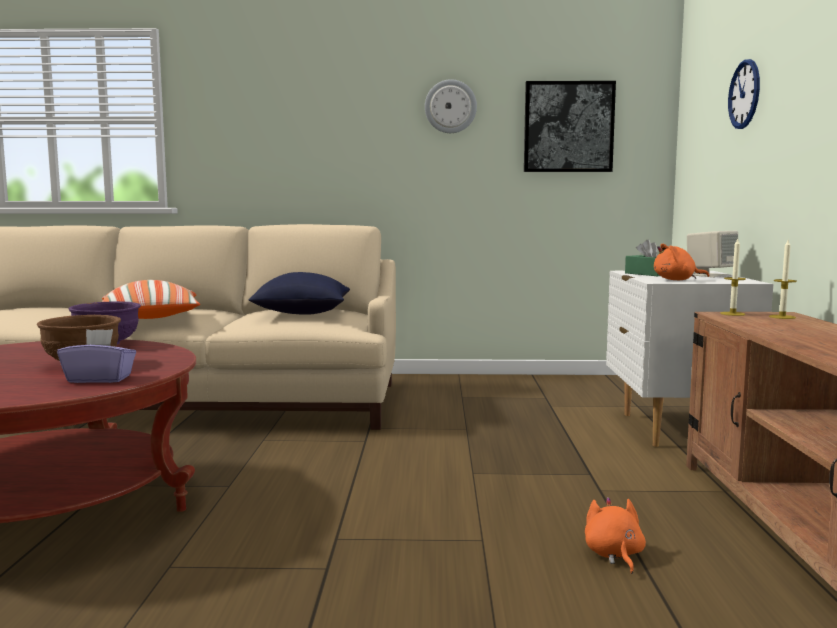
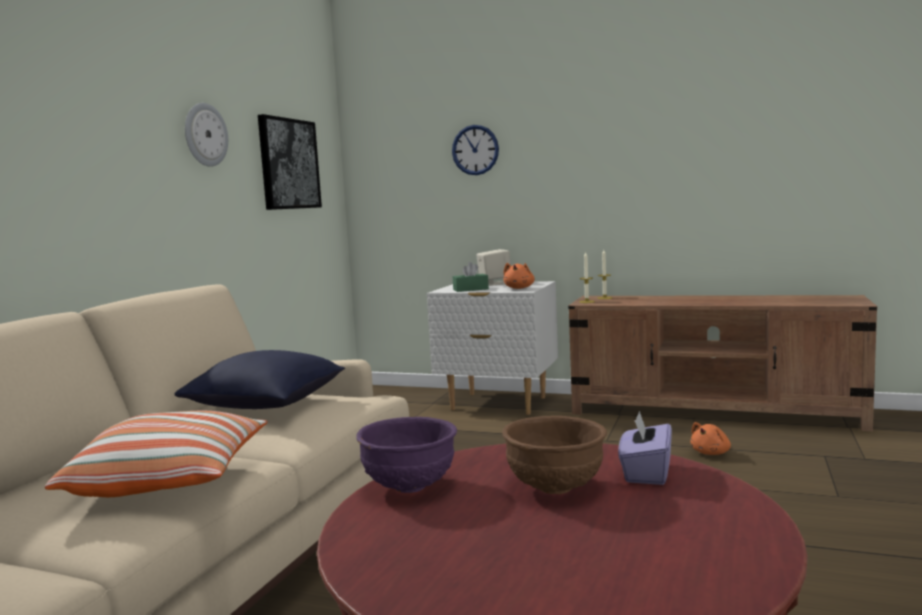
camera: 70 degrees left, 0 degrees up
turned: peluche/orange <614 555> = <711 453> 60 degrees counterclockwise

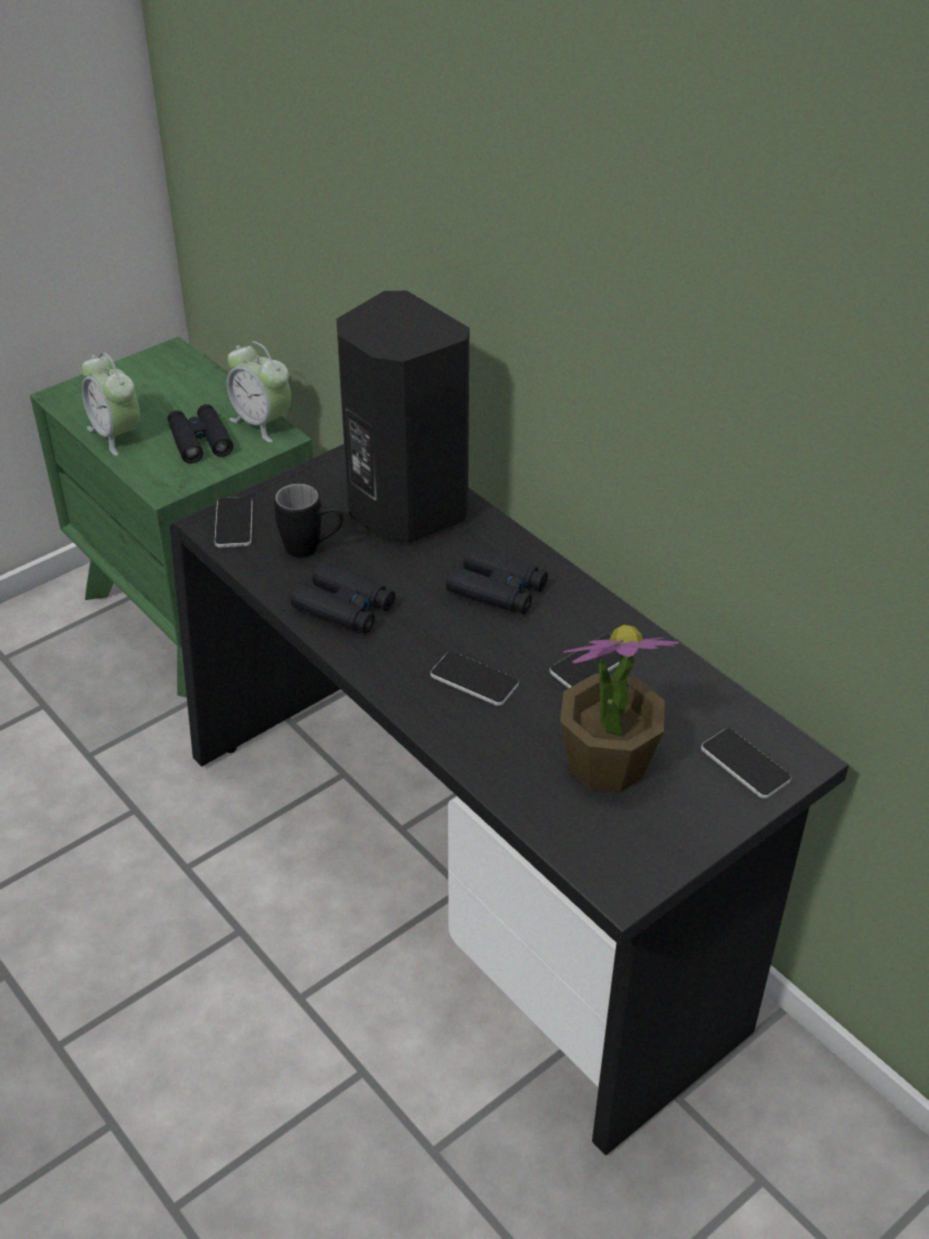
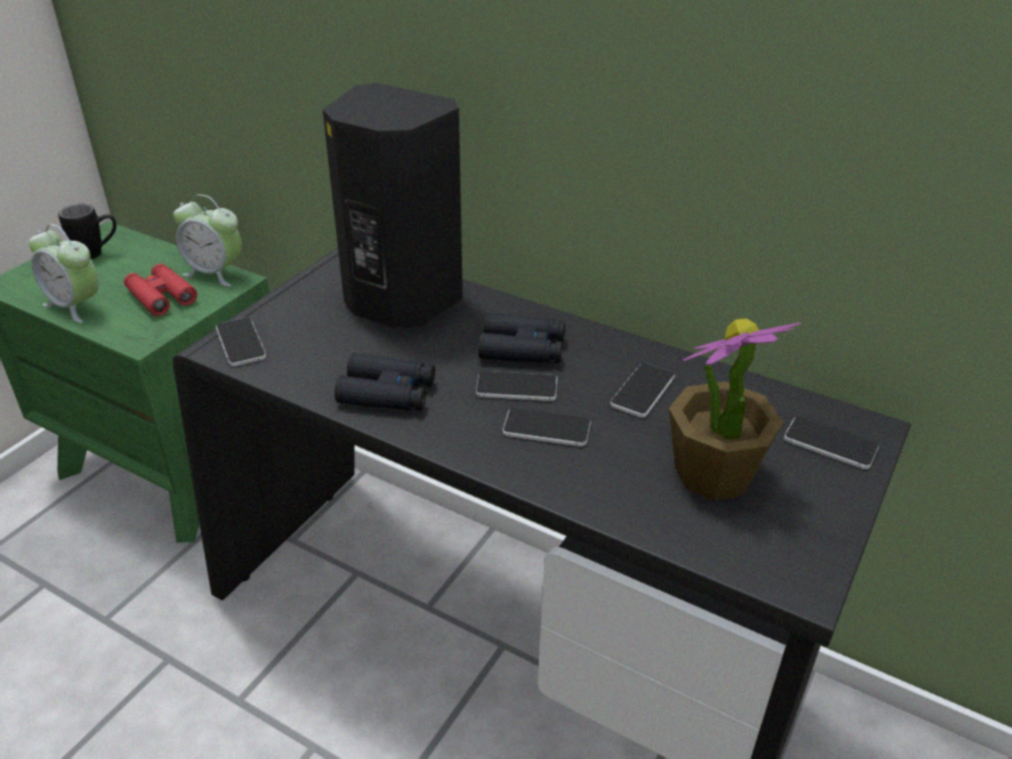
camera: 20 degrees left, 5 degrees down
added: téléphone <516 387>
moved: mug/noir <312 549> to <97 253>
recoloured: jumelles/noir <200 441> to jumelles/rouge <161 296>

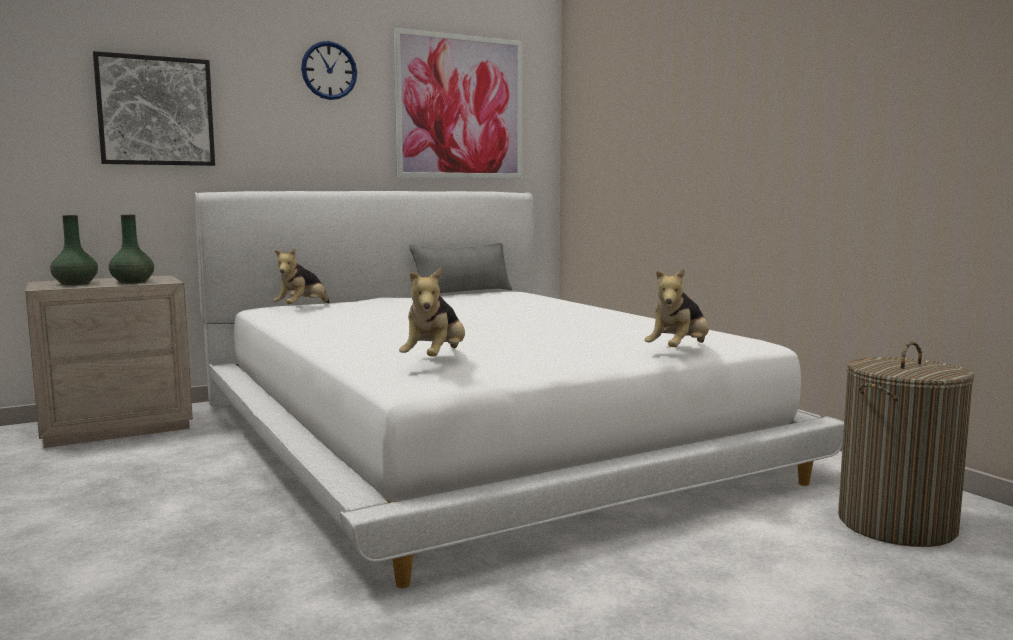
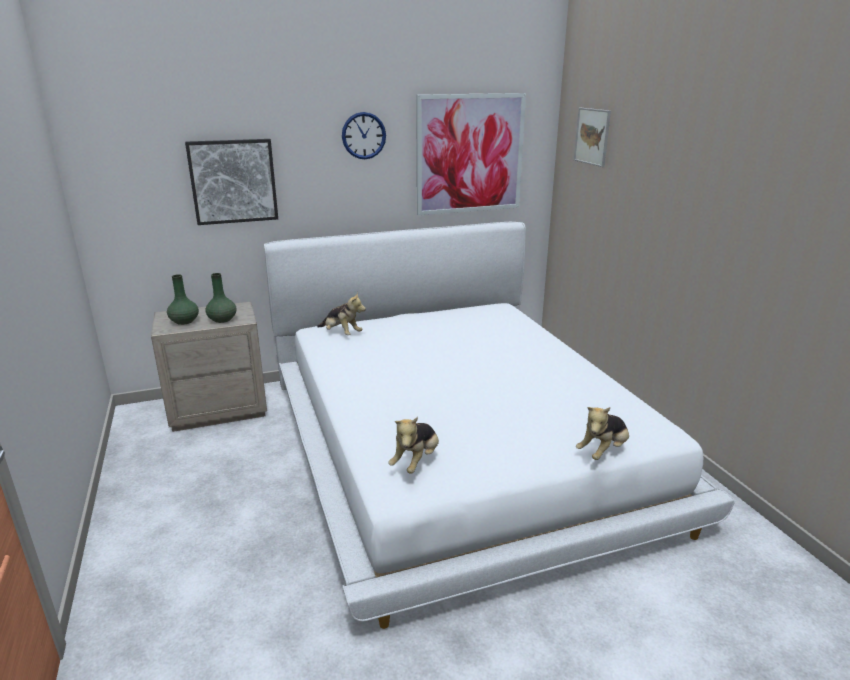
camera: 10 degrees right, 15 degrees up
removed: coussin/gris <463 293>; panier à linge <896 524>
added: tableau <592 136>
turned: peluche <302 308> = <341 333> 90 degrees counterclockwise

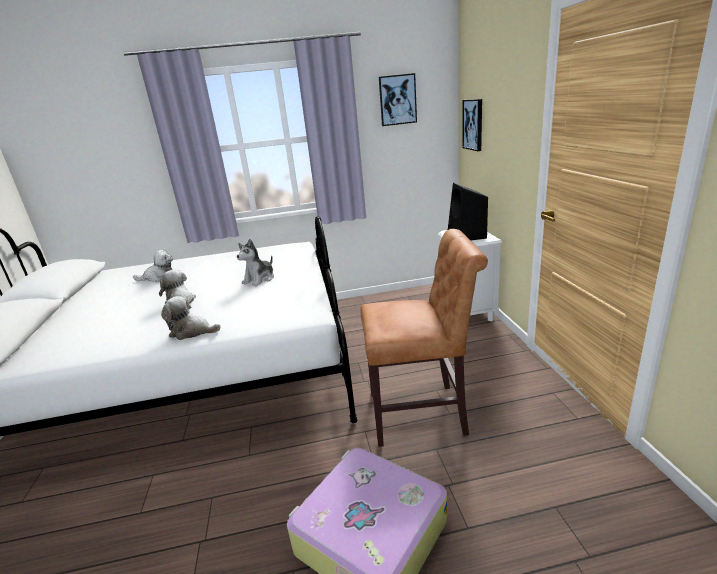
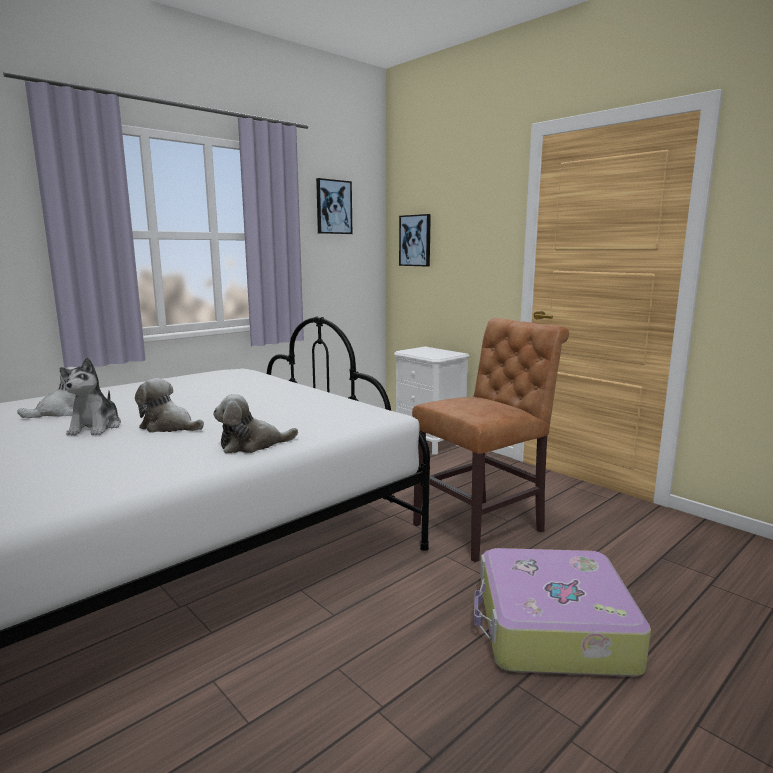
camera: 35 degrees left, 10 degrees down
removed: enceinte/noir <467 236>
moved: peluche <259 279> to <96 427>

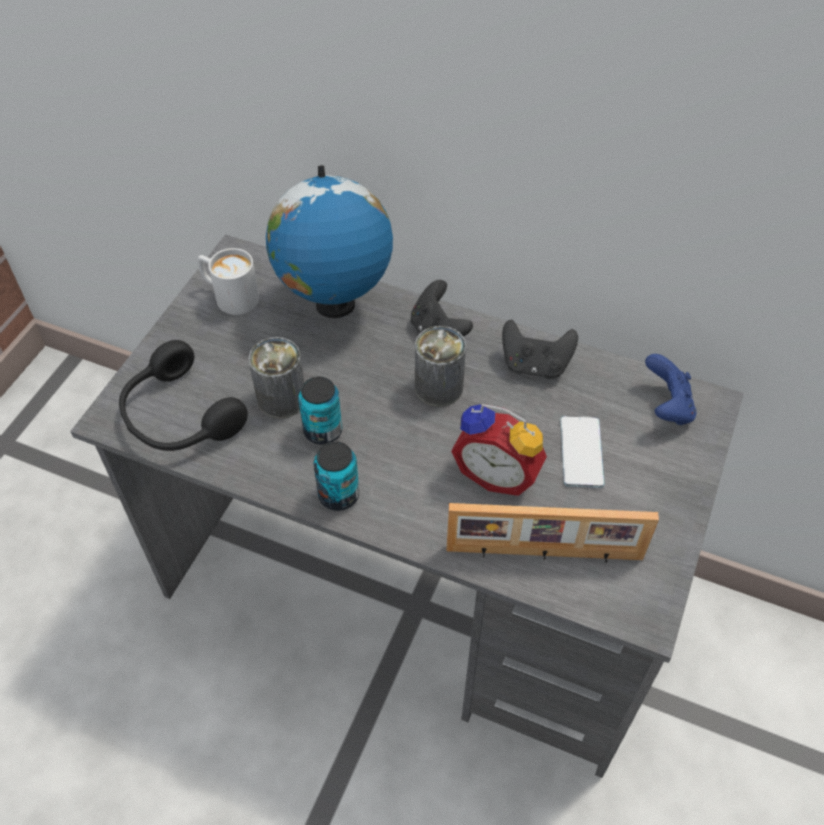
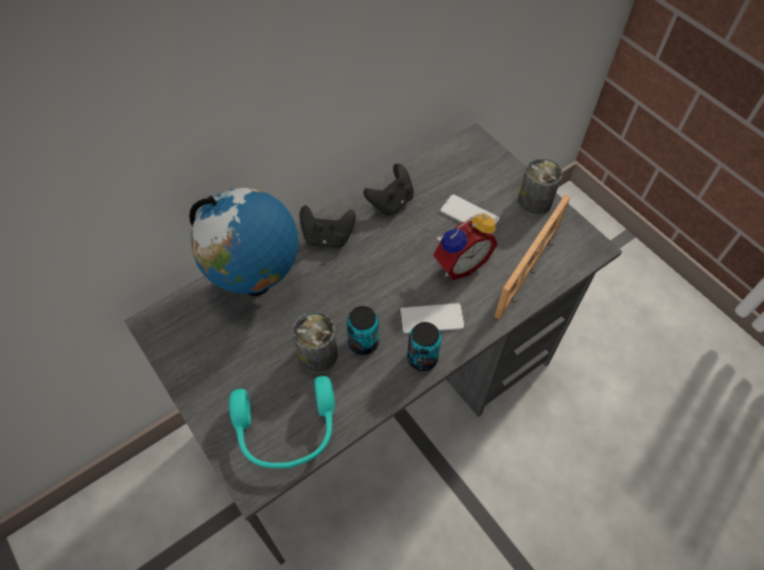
camera: 60 degrees left, 5 degrees up
removed: mug/blanc <229 296>; manette/bleu <666 407>
added: téléphone <431 318>
moved: boîte métallique <438 387> to <534 202>
recoloured: casque audio/noir <178 417> to casque audio/turquoise <286 431>

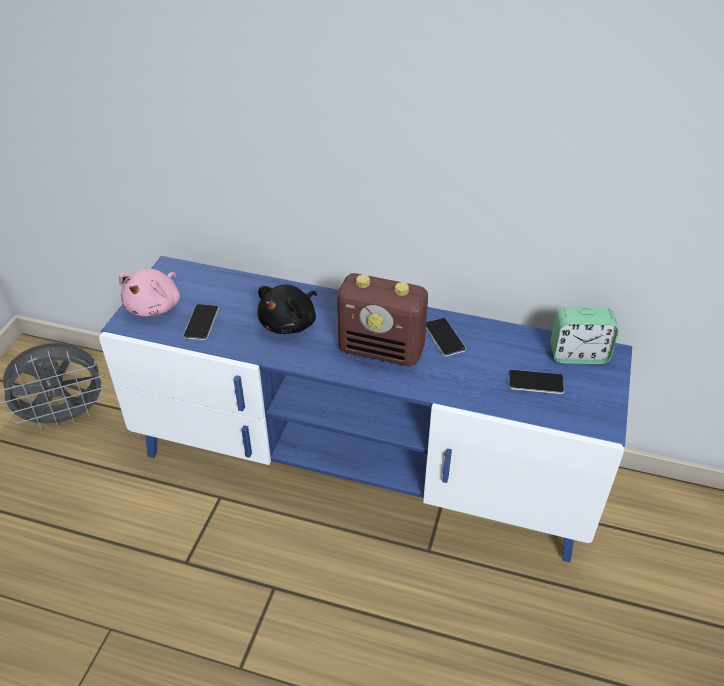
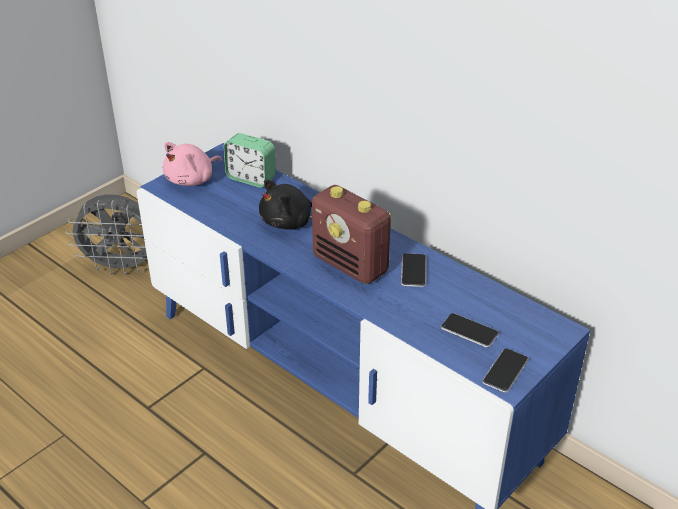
camera: 25 degrees right, 5 degrees down
moved: téléphone <201 323> to <505 371>; réveil <578 355> to <251 178>

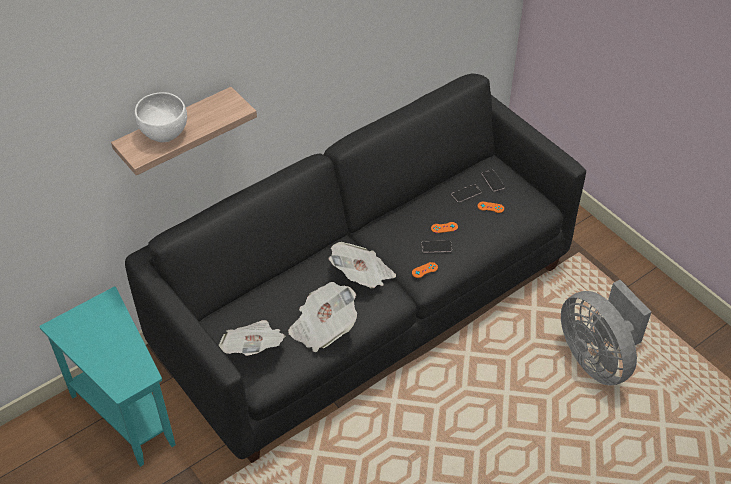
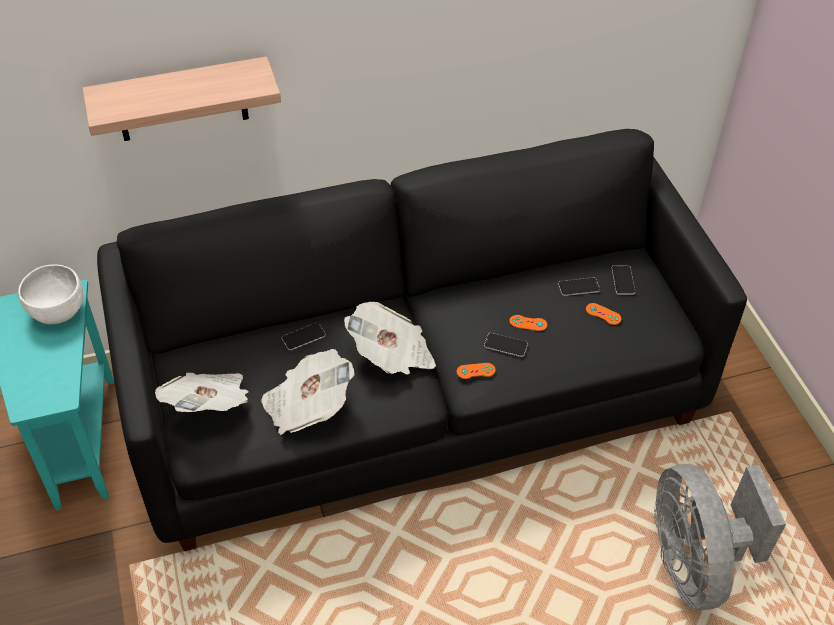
camera: 20 degrees right, 0 degrees up
added: téléphone <303 337>
moved: bol/blanc <164 134> to <58 313>

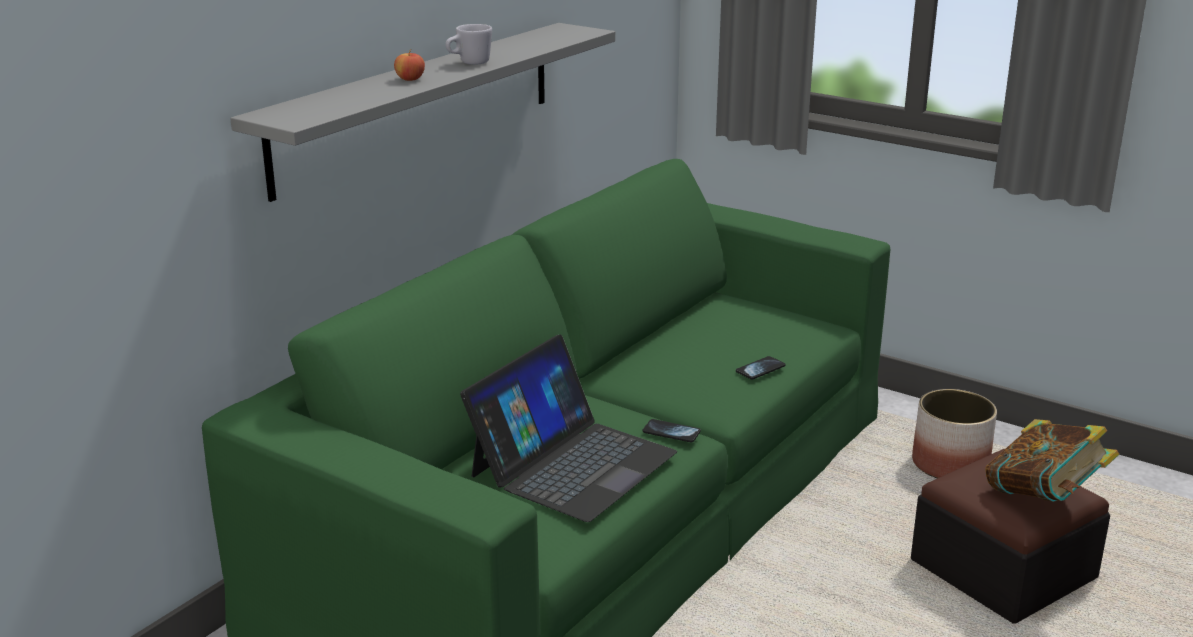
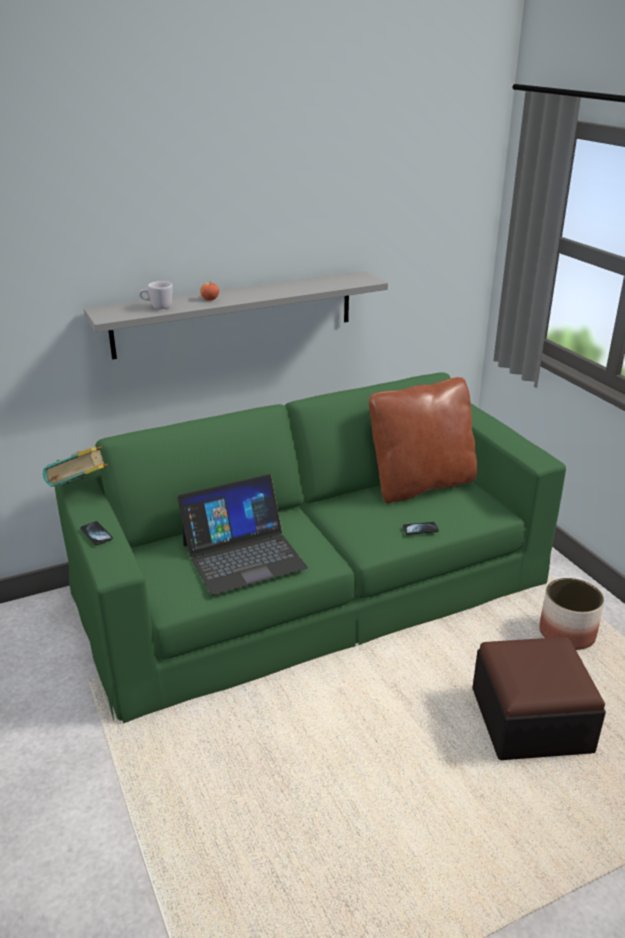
camera: 30 degrees right, 5 degrees up
added: coussin/marron <421 484>
moved: mug/blanc <469 63> to <157 307>; téléphone <671 432> to <96 534>; livre <1044 498> to <86 489>

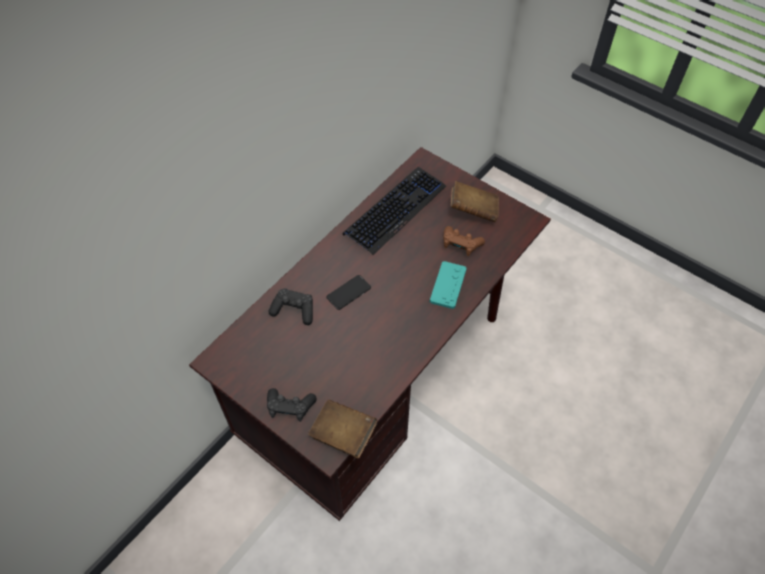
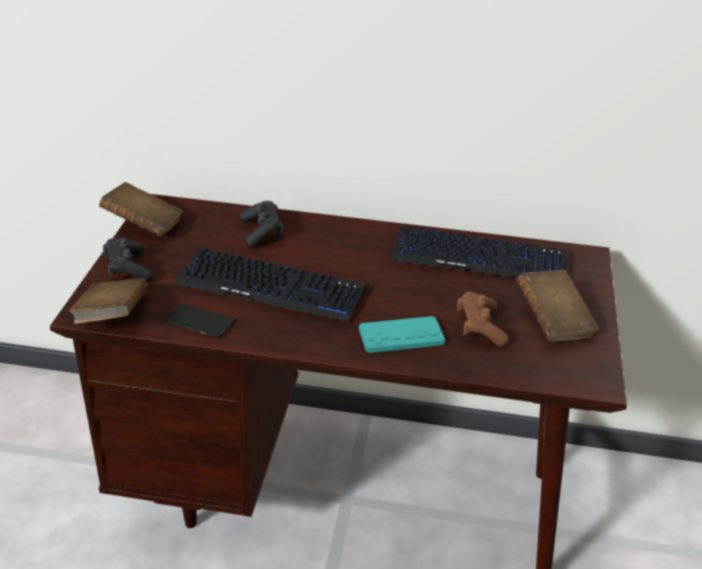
camera: 60 degrees right, 20 degrees down
added: livre/marron <143 225>; clavier <271 287>
moved: téléphone <348 292> to <199 321>

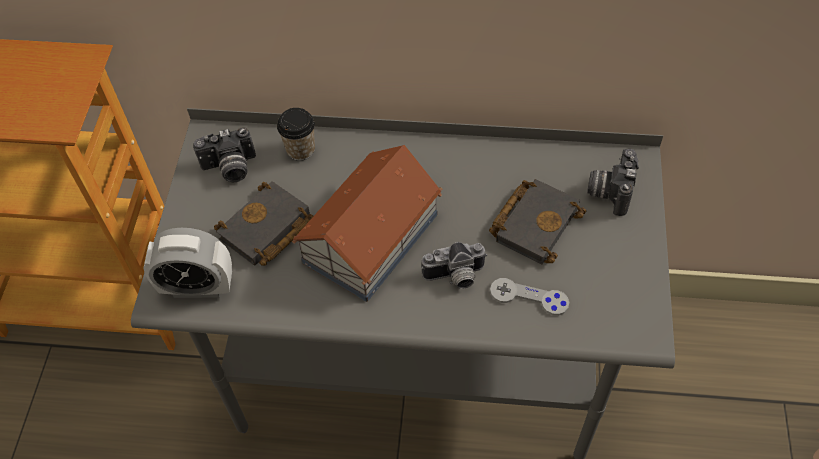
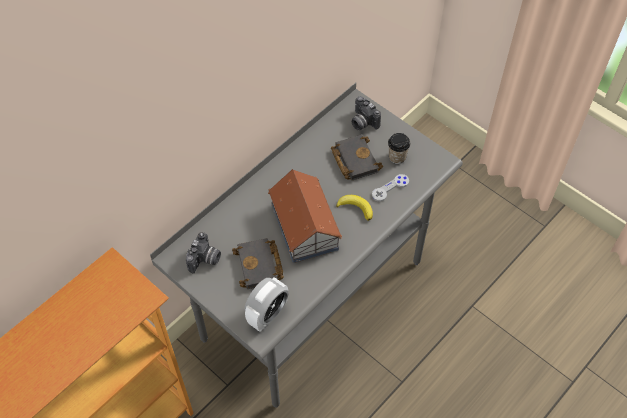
camera: 55 degrees left, 0 degrees up
moved: tasse <300 150> to <397 157>
replaced: appareil photo <455 277> to banane <356 208>

